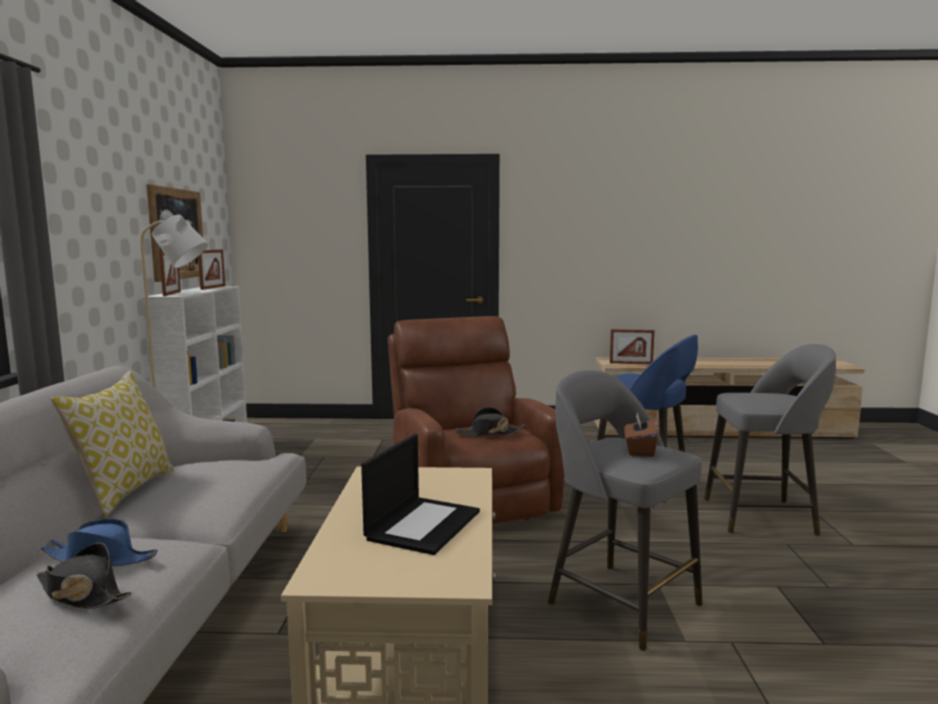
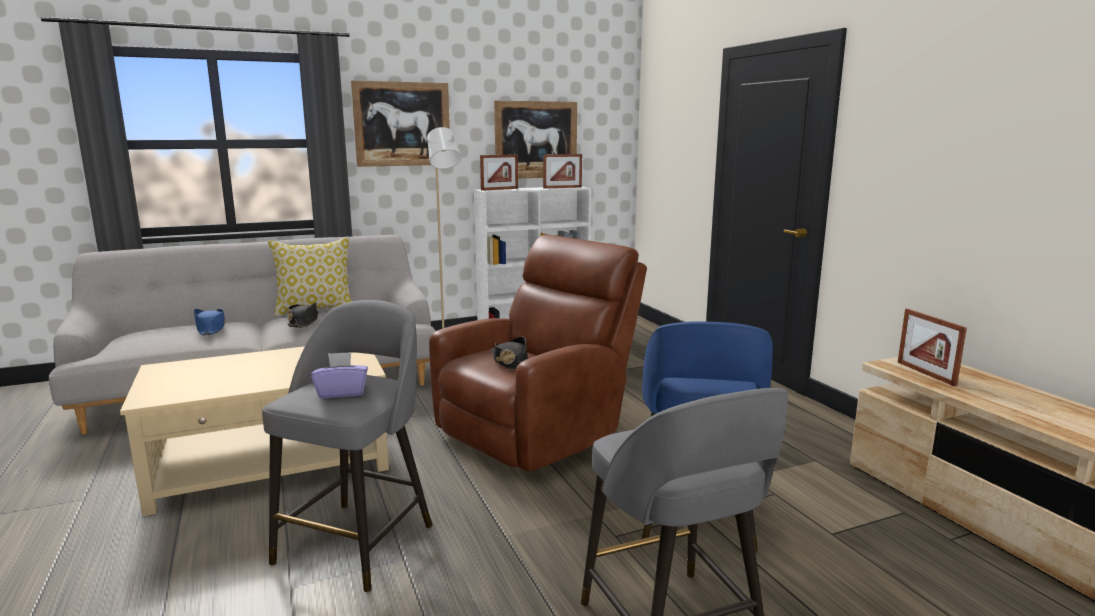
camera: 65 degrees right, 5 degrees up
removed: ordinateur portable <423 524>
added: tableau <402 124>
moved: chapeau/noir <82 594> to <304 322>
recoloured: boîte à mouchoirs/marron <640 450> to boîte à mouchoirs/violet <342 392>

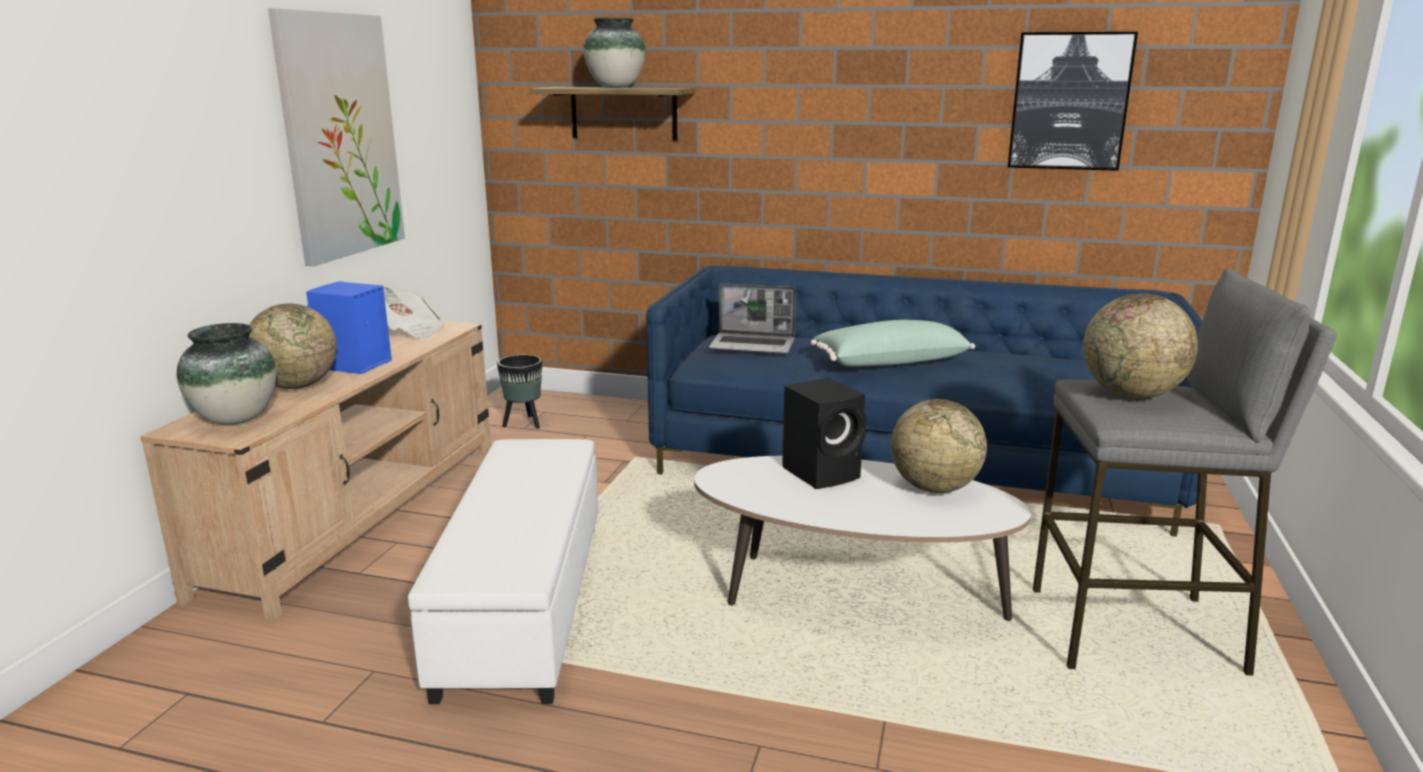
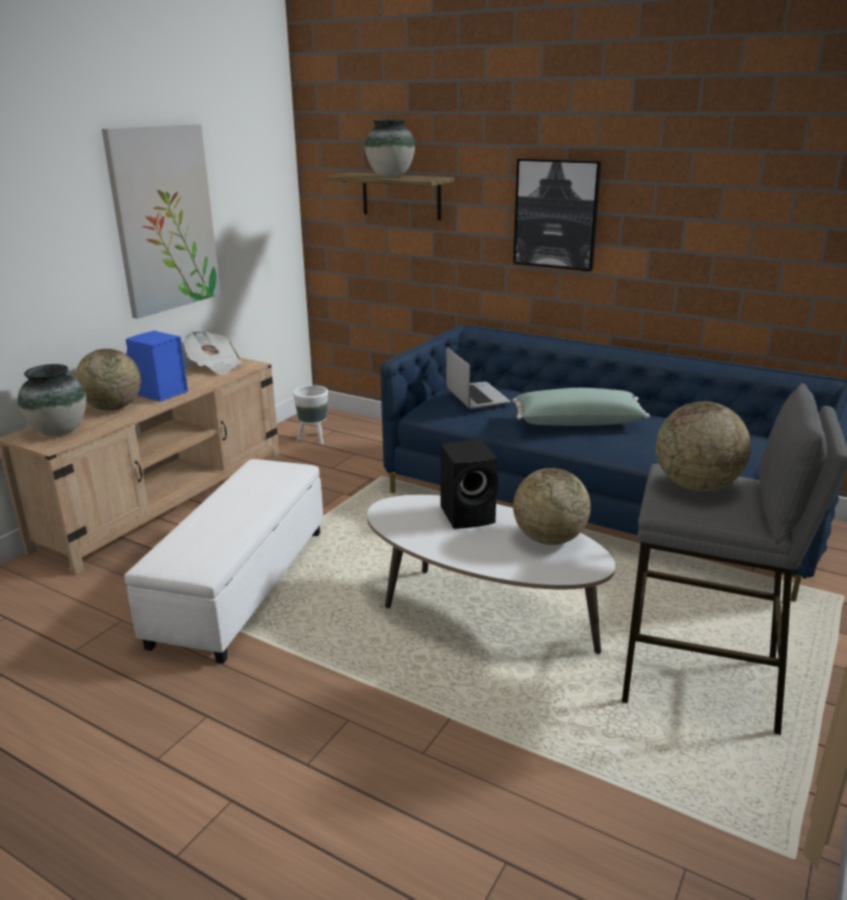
camera: 15 degrees right, 5 degrees up
moved: tableau <1069 101> to <556 214>
recoloured: cache-pot/noir <524 424> to cache-pot/blanc <314 439>
turned: ordinateur portable <753 345> = <476 397> 135 degrees counterclockwise

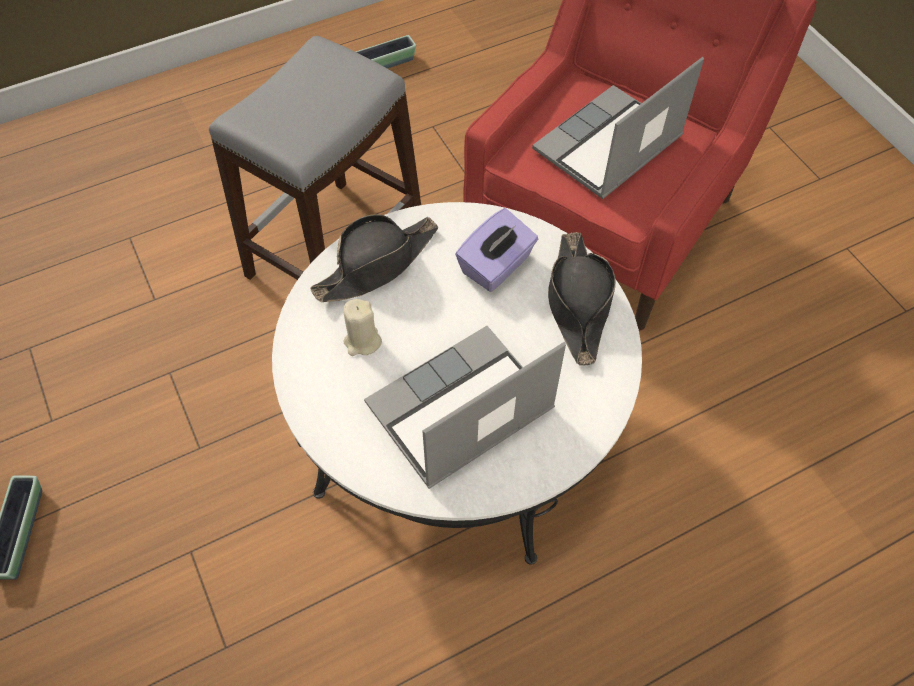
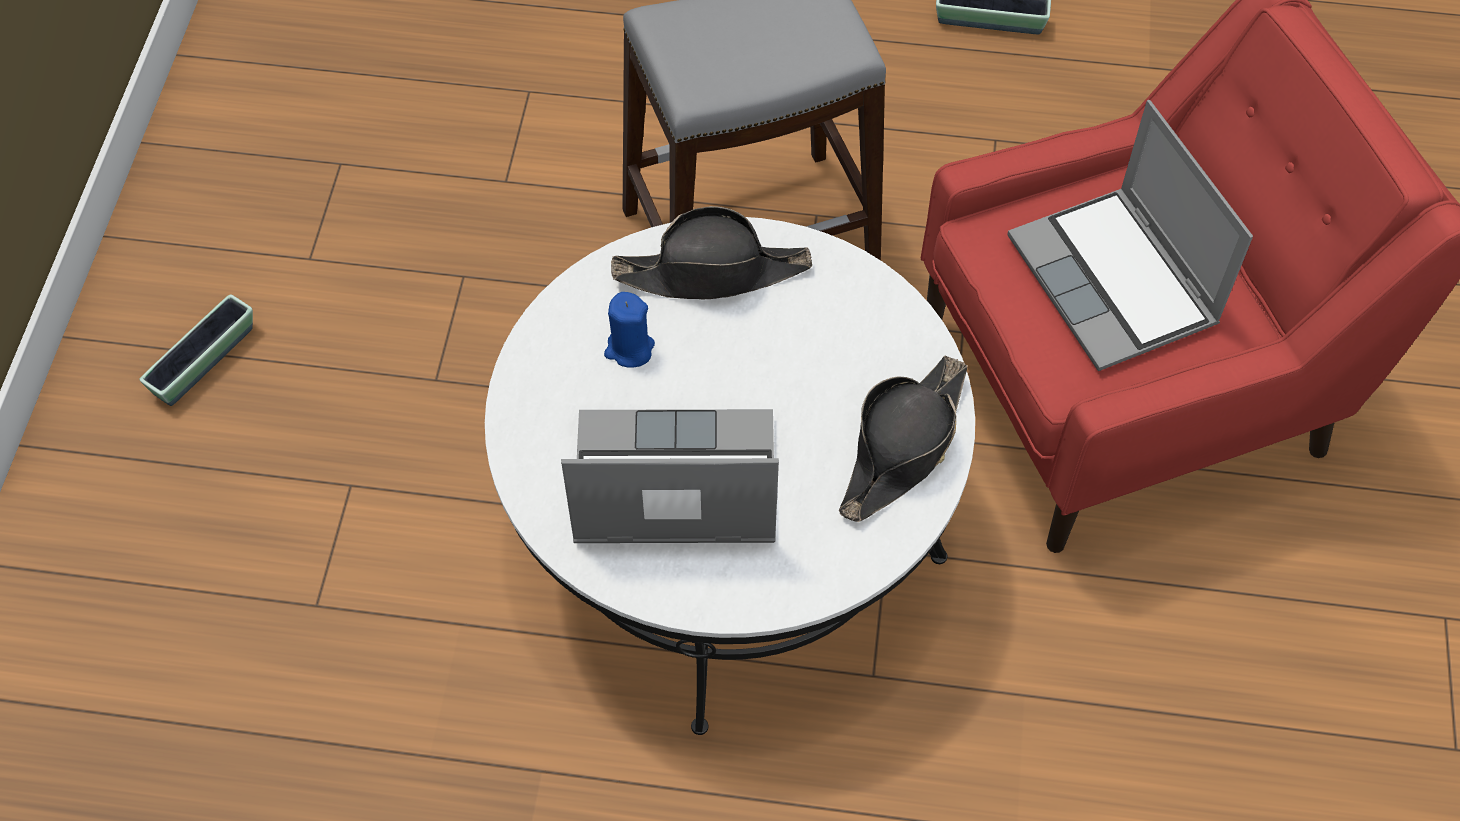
camera: 35 degrees right, 0 degrees up
removed: boîte à mouchoirs/violet <496 266>
recoloured: bougie/beige <362 341> to bougie/bleu <629 349>
turned: ordinateur portable <608 147> = <1115 283> 105 degrees counterclockwise

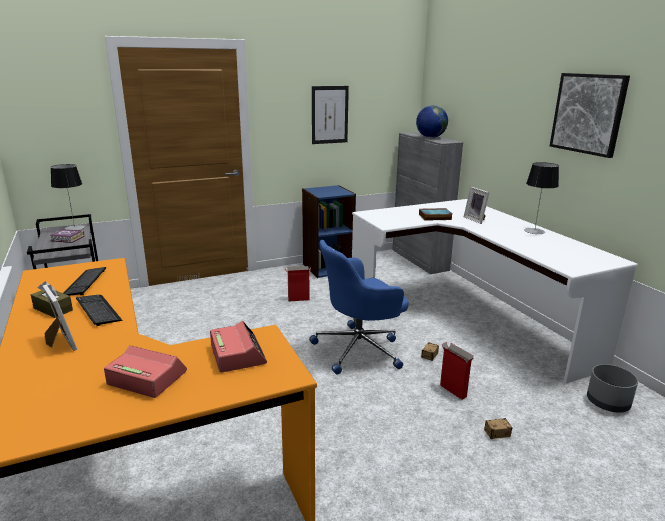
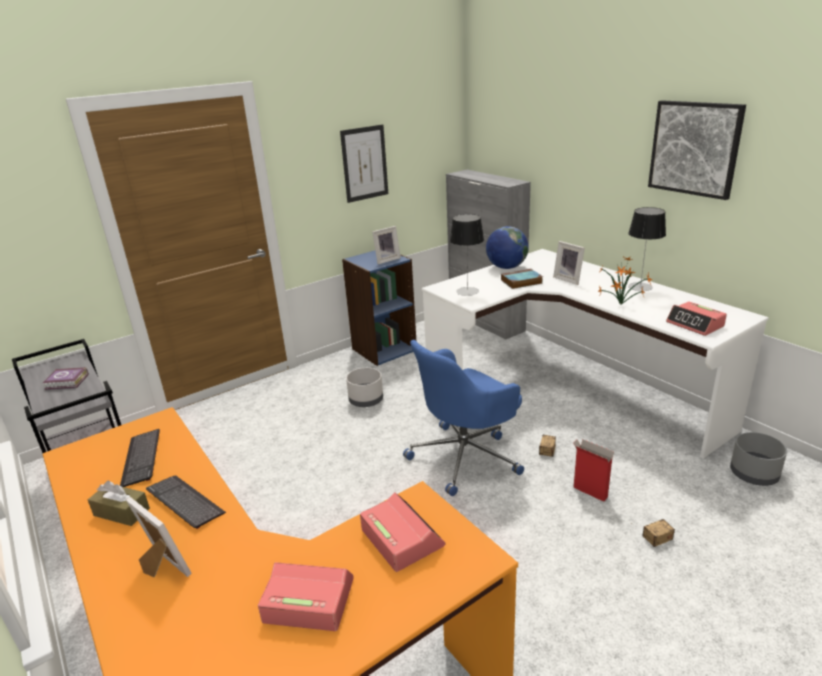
camera: 10 degrees left, 5 degrees up
added: cadre photo <386 260>; plante en pot <622 305>; réveil <695 324>
moved: lampe de table <74 228> to <467 291>; globe <430 137> to <506 267>
replaced: carton <298 299> to cache-pot/gris <366 400>

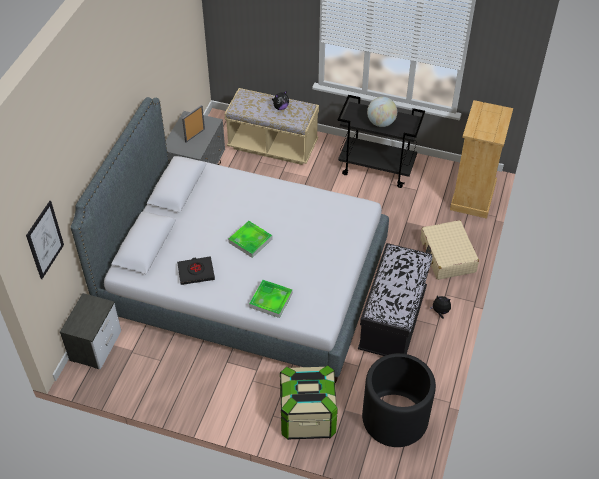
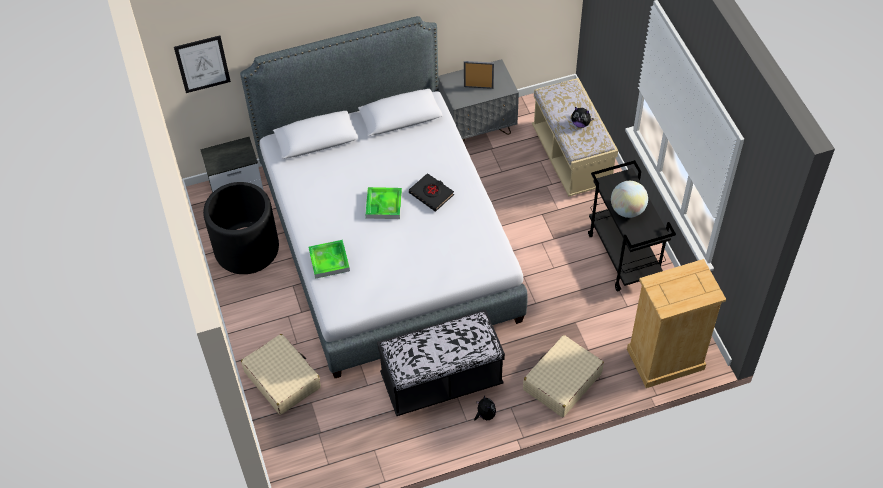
camera: 55 degrees right, 5 degrees up
moved: livre/noir <196 272> to <431 194>; cache-pot/noir <395 418> to <247 248>
replaced: boîte de rangement <307 417> to valise/beige <282 379>

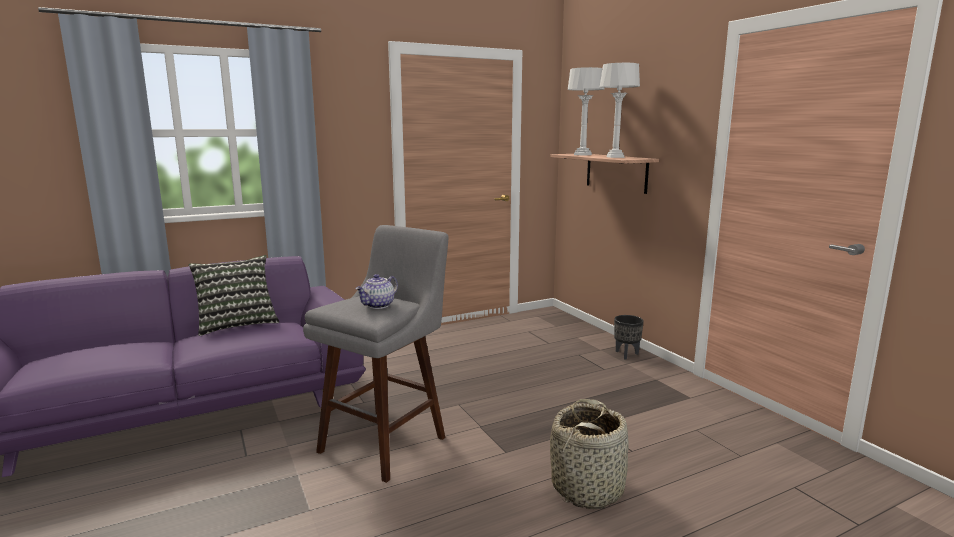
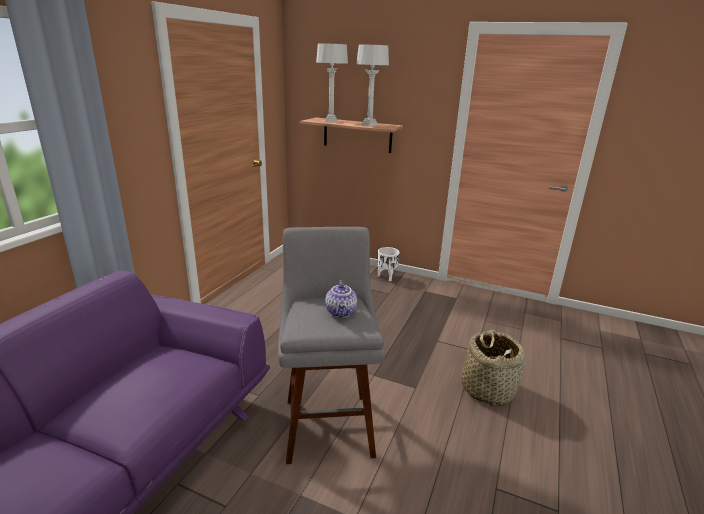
camera: 40 degrees left, 10 degrees up
removed: coussin <237 324>
recoloured: cache-pot/noir <626 354> to cache-pot/blanc <387 277>

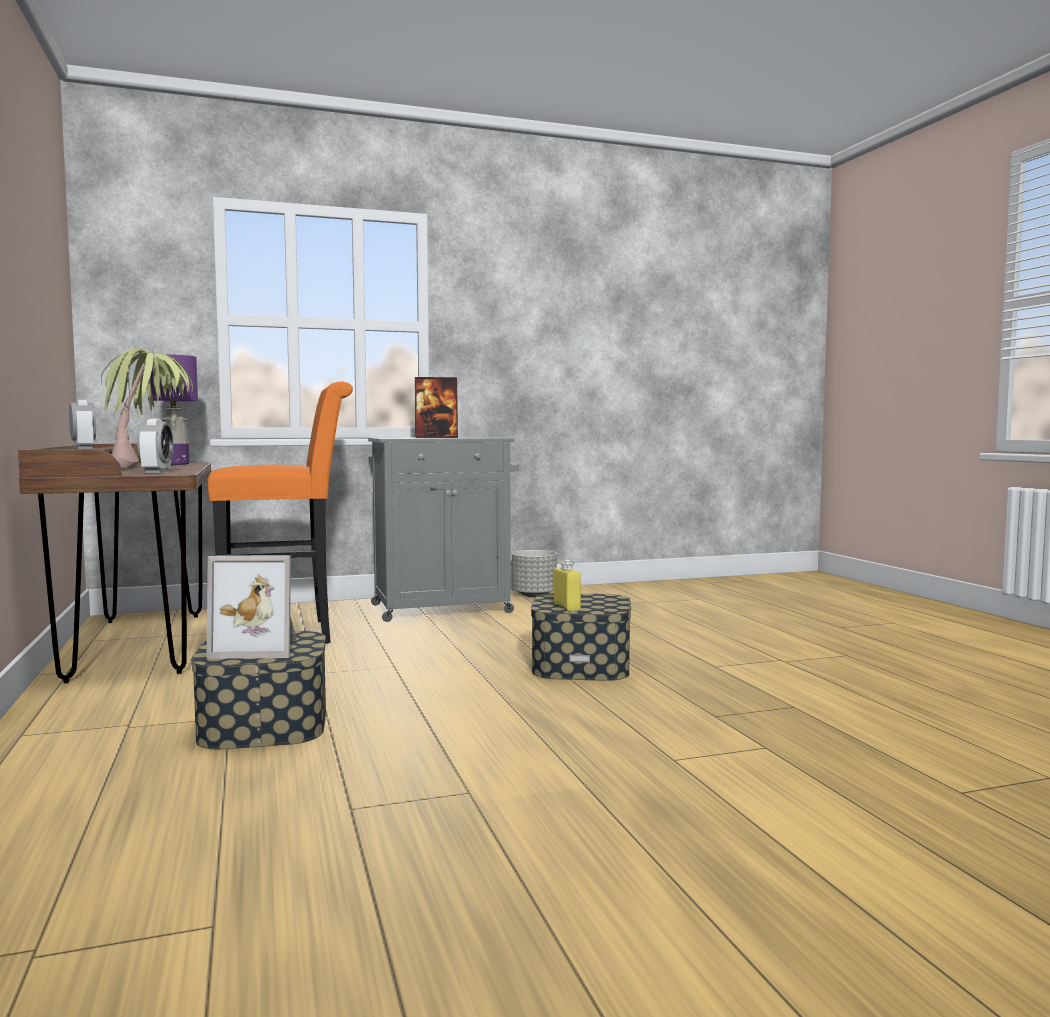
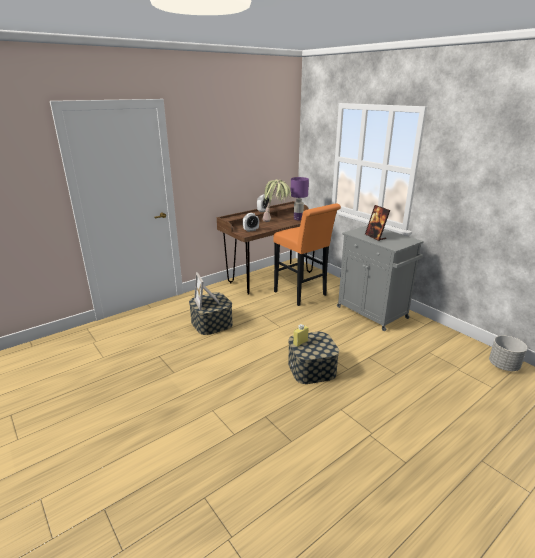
camera: 70 degrees right, 20 degrees up
moved: cache-pot/gris <534 595> to <503 365>

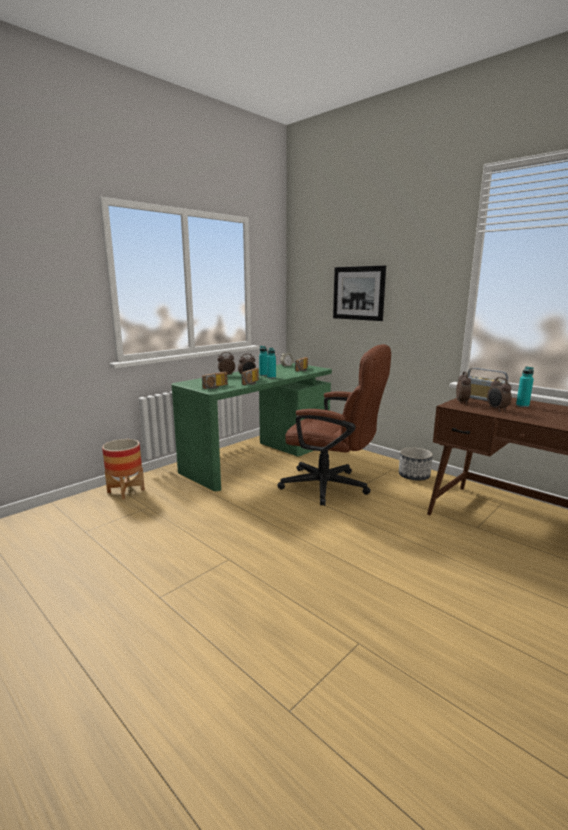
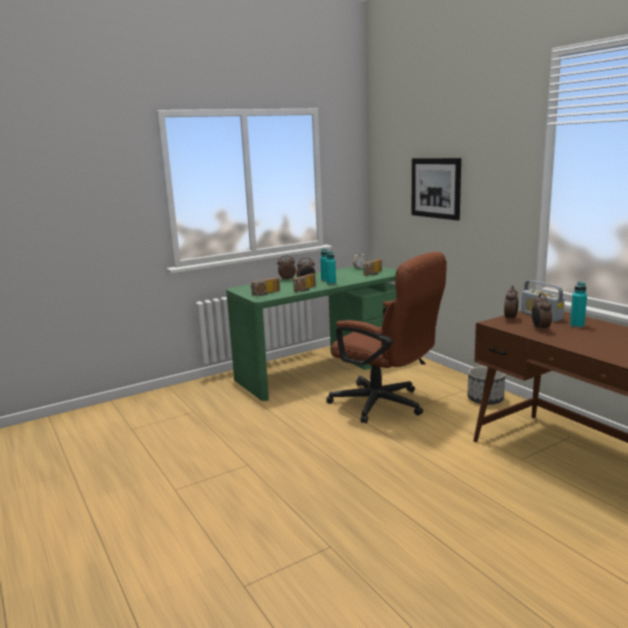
camera: 15 degrees right, 0 degrees up
removed: cache-pot <126 491>

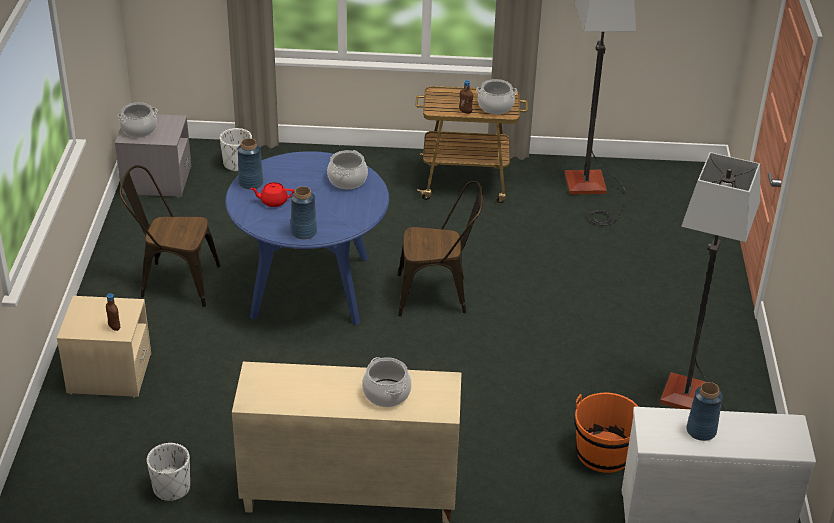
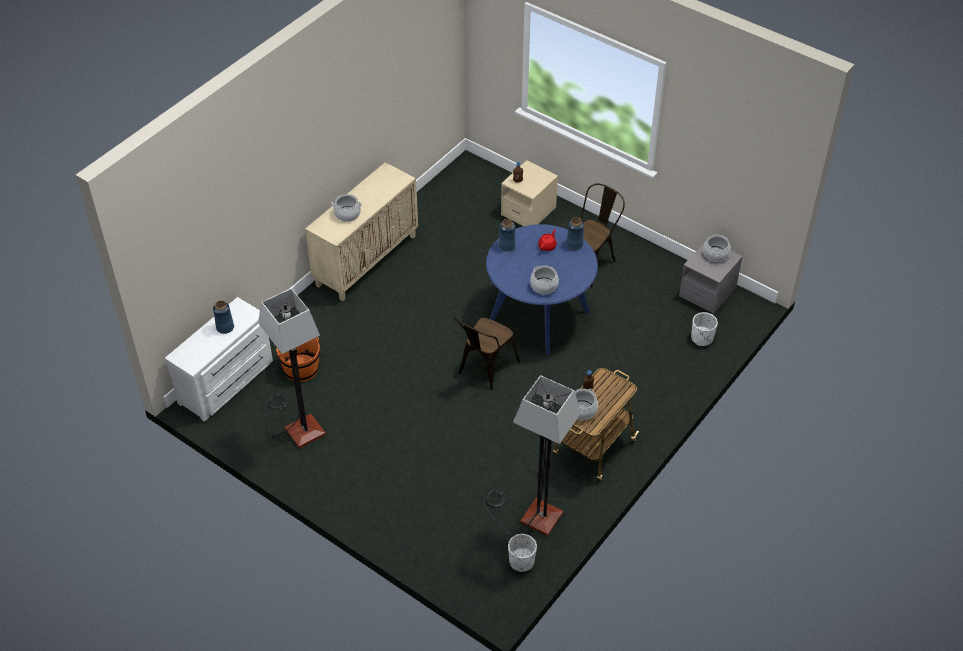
camera: 125 degrees right, 10 degrees up
moved: cache-pot/blanc <171 488> to <521 561>

